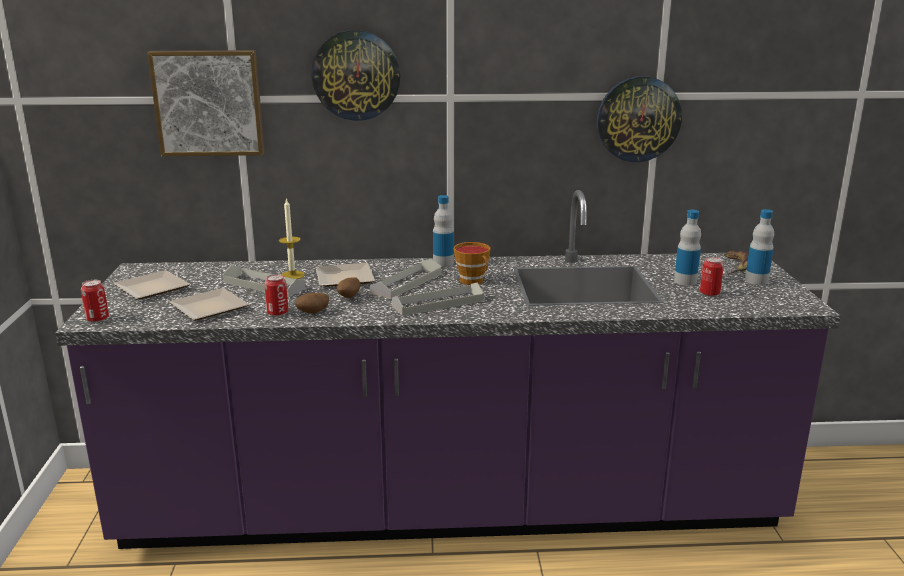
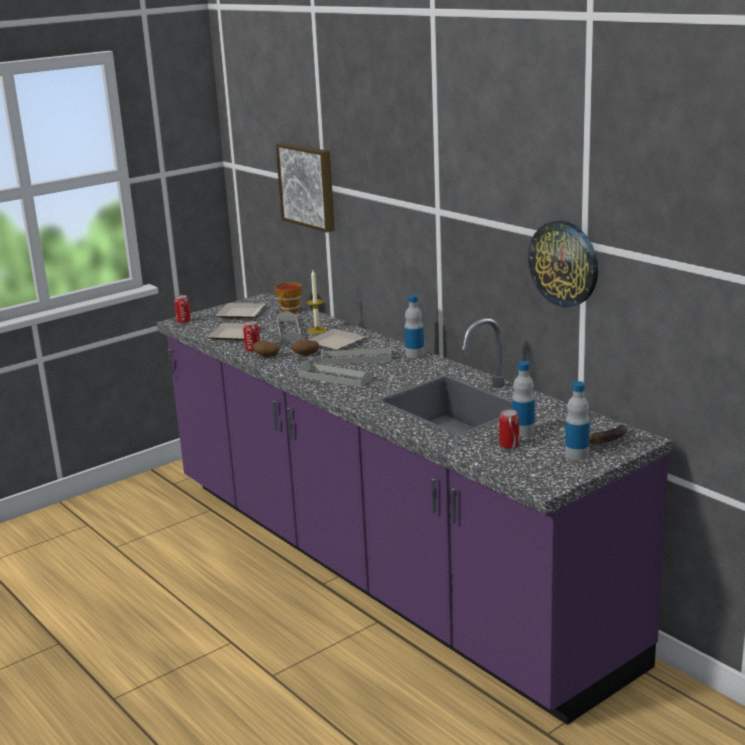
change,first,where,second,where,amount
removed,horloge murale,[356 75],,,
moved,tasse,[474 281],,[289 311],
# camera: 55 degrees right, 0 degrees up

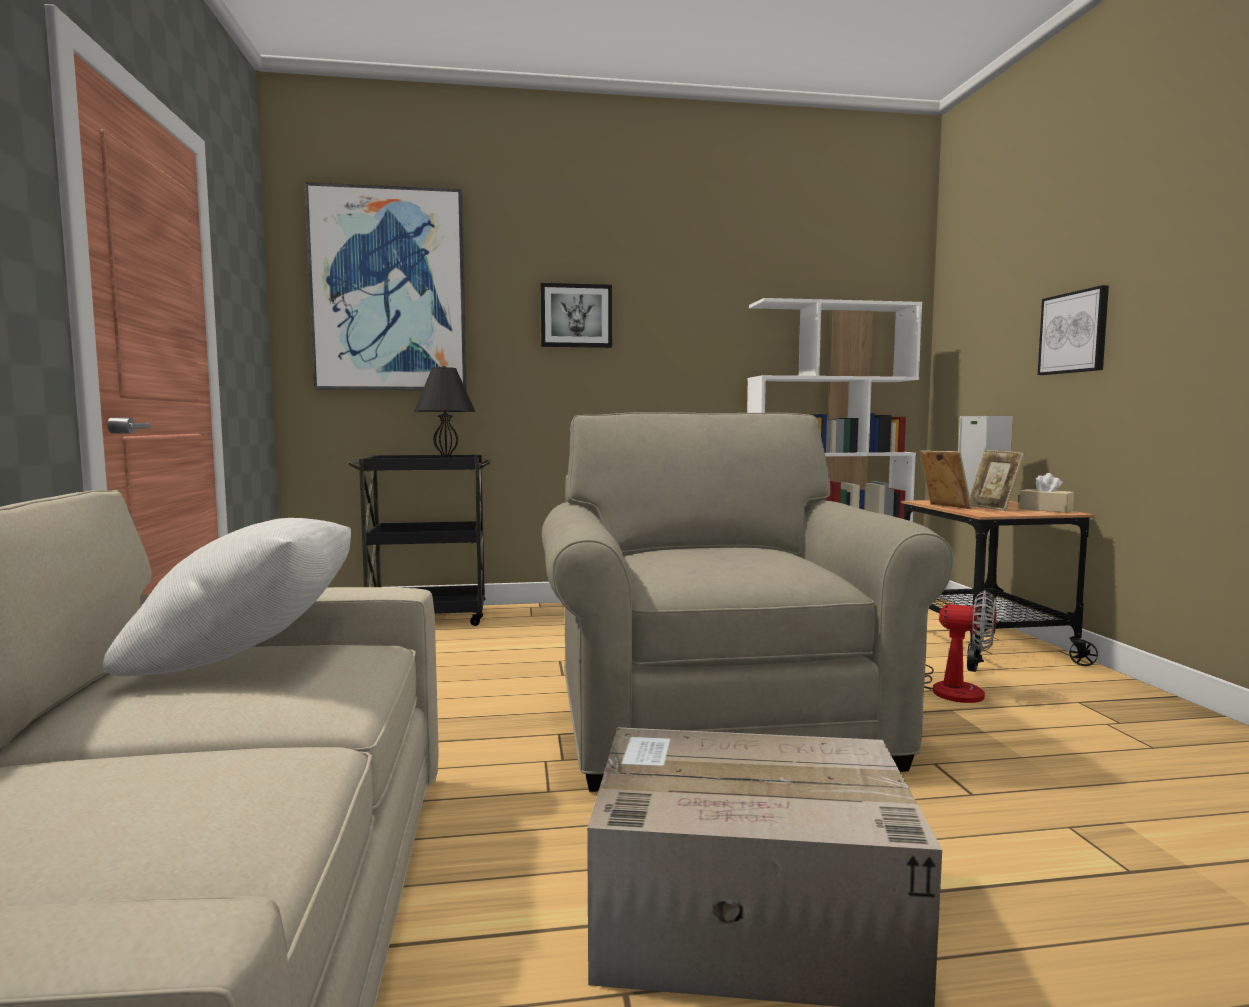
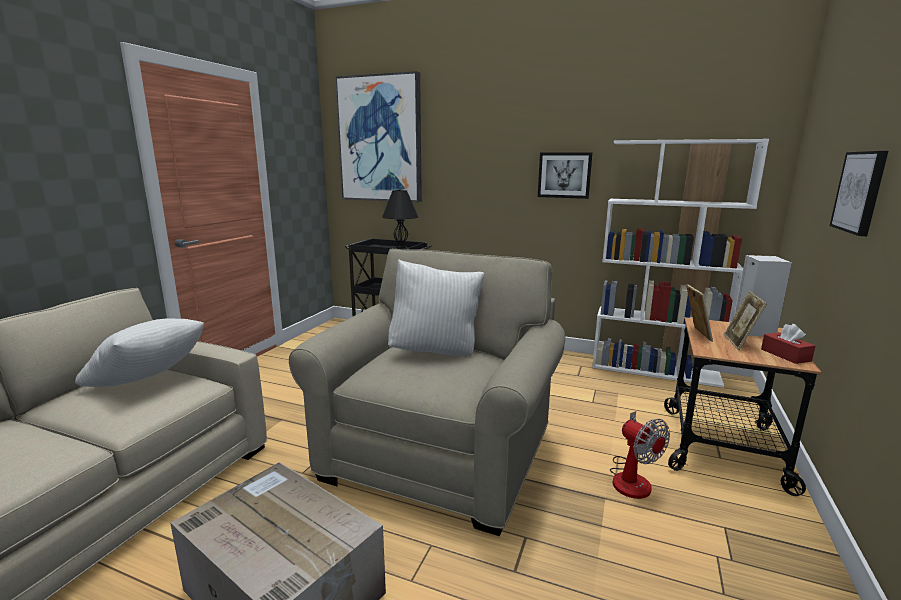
change,first,where,second,where,amount
moved,tableau,[576 316],,[564 175],
recoloured,boîte à mouchoirs/beige,[1045 510],boîte à mouchoirs/rouge,[785 355],
added,,,coussin/blanc,[436 351],
# camera: 30 degrees right, 10 degrees up

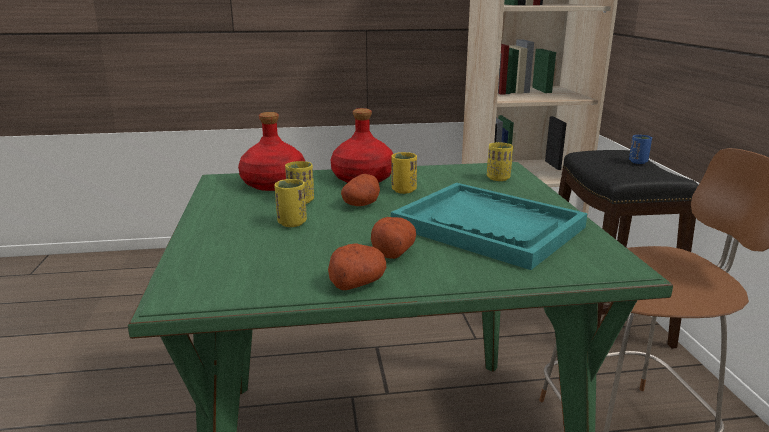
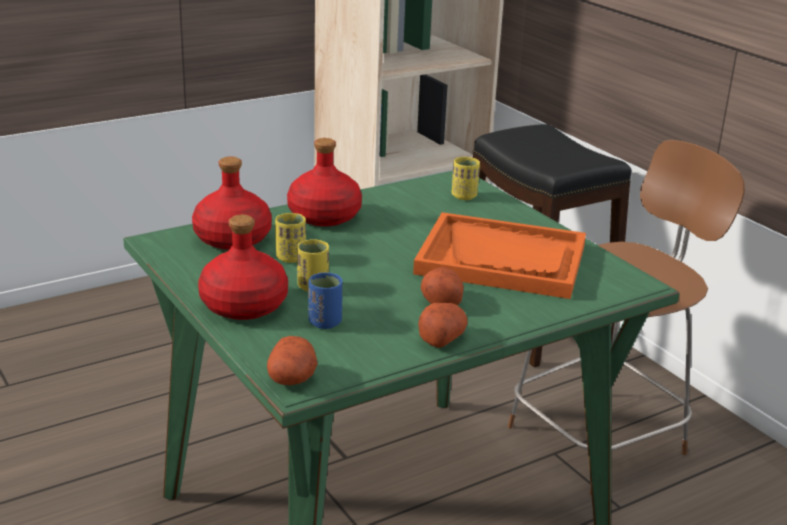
change,first,where,second,where,amount
moved,pomme de terre,[361 204],,[292 378],
removed,tasse/jaune,[403 190],,,
recoloured,plateau/turquoise,[488 227],plateau/orange,[502 259],
moved,tasse/bleu,[638 162],,[325 322],
added,,,bouteille/rouge,[244 306],
# camera: 25 degrees left, 5 degrees up

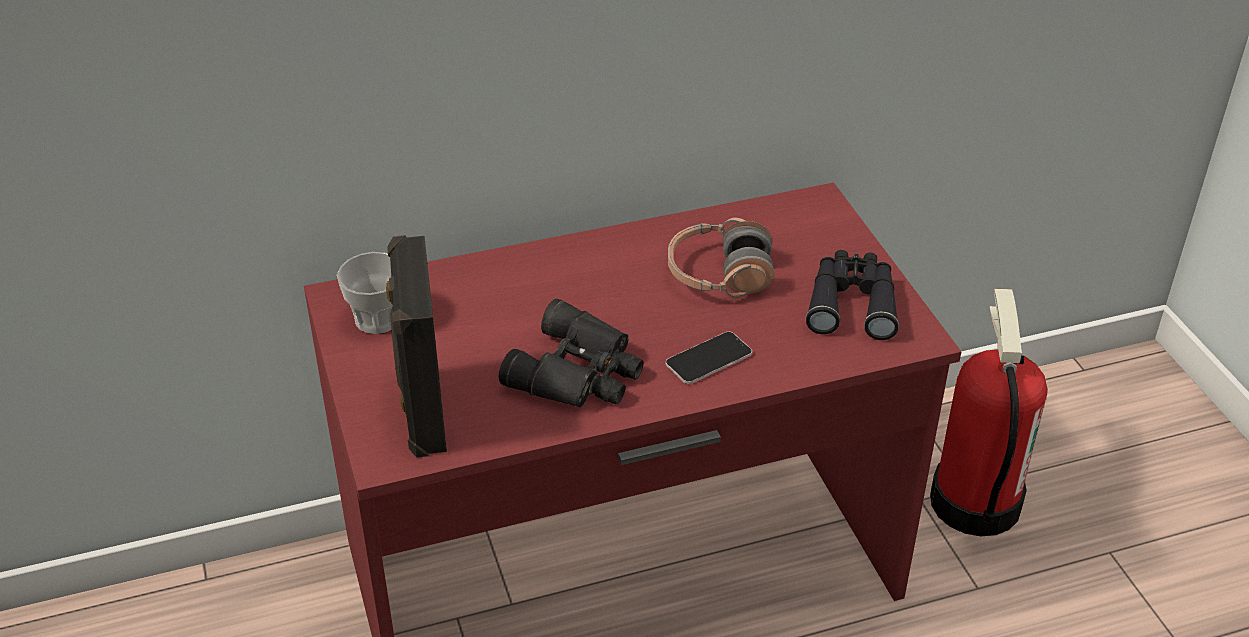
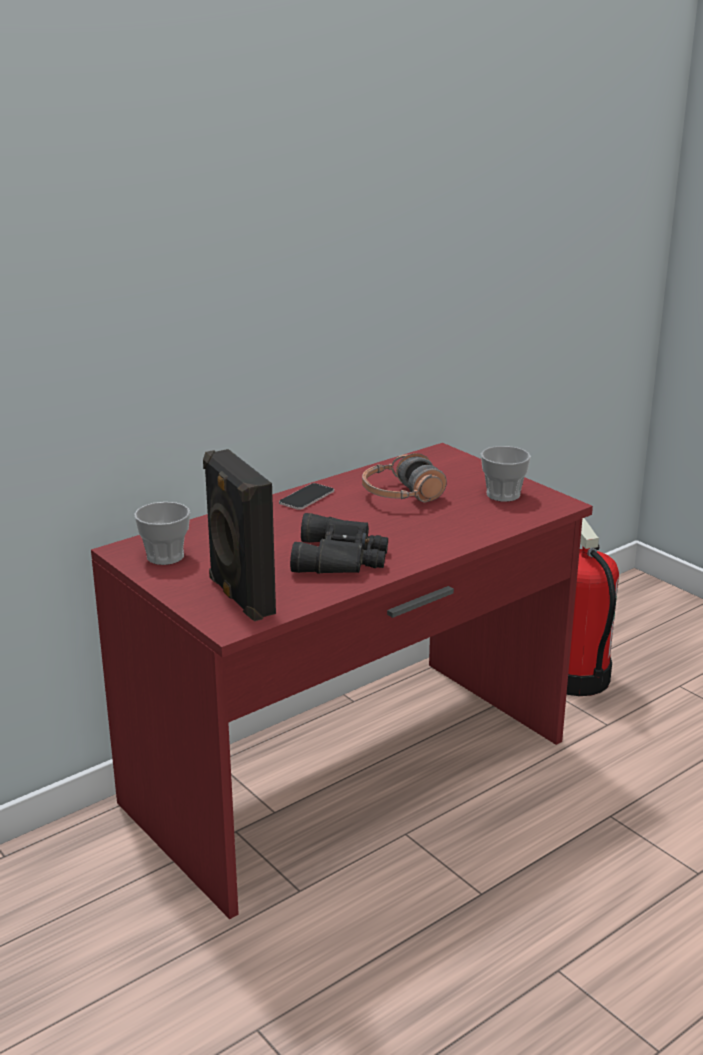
change,first,where,second,where,amount
moved,téléphone,[708 359],,[306 497],
replaced,jumelles/noir,[852 303],tasse,[503 495],
# camera: 20 degrees left, 15 degrees down

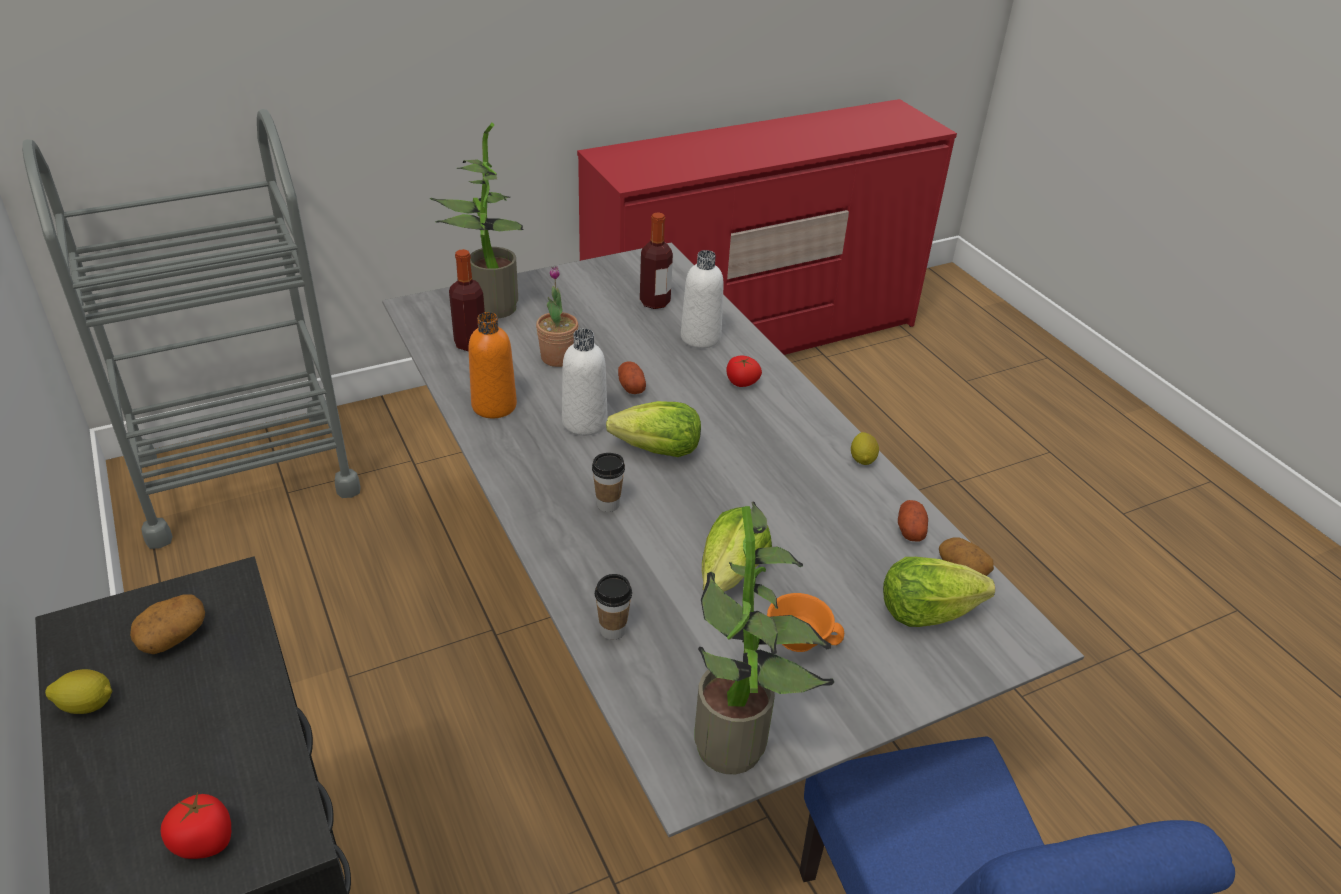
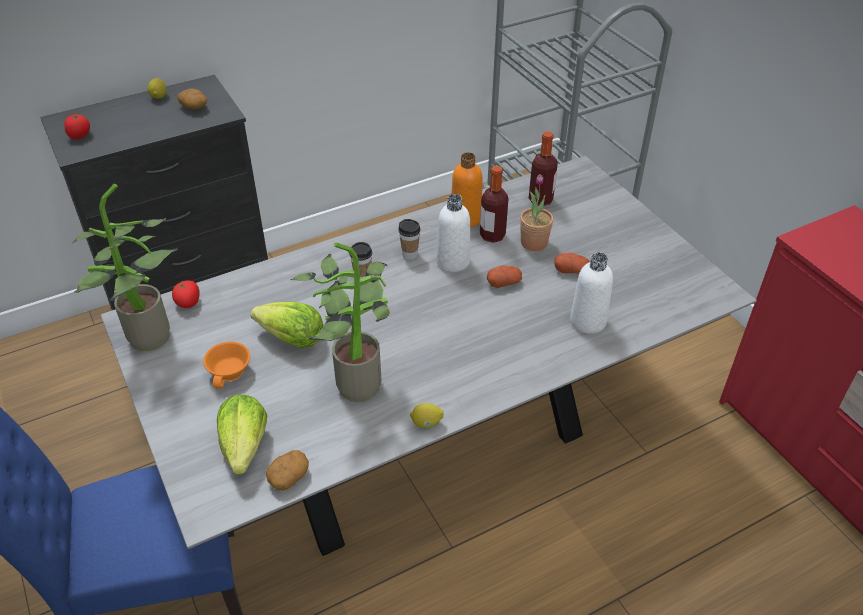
change,first,where,second,where,amount
moved,plante en pot,[488 308],,[357 381],
moved,tasse,[613 630],,[410 254],
removed,laitue,[658 451],,,
moved,bouteille,[655 302],,[492 235],
moved,tomate,[741 383],,[188 303],
moved,pomme de terre,[910 530],,[571 270],
# camera: 90 degrees right, 5 degrees up

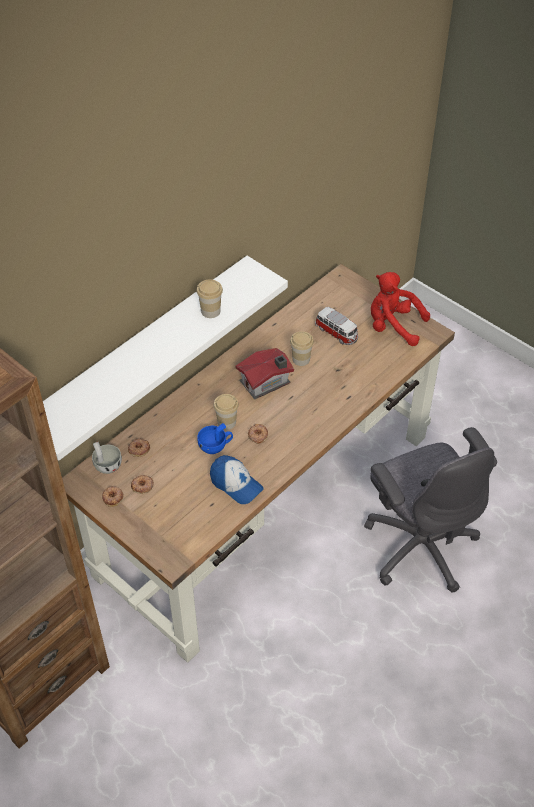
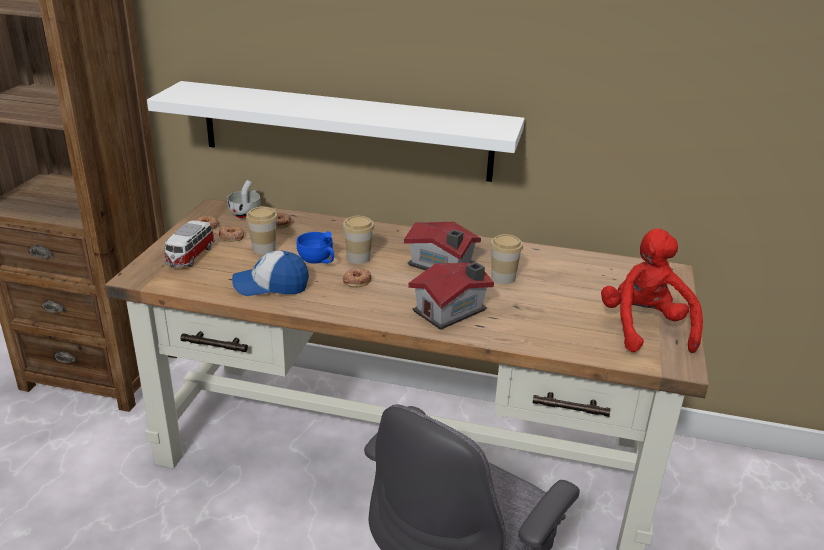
change,first,where,second,where,amount
moved,tasse,[210 311],,[264 249],
turned,casquette,[236 484],,[271 285],75 degrees clockwise
moved,petite voiture,[337 333],,[190 256],
added,,,maison miniature,[452 311],
# camera: 60 degrees right, 20 degrees down

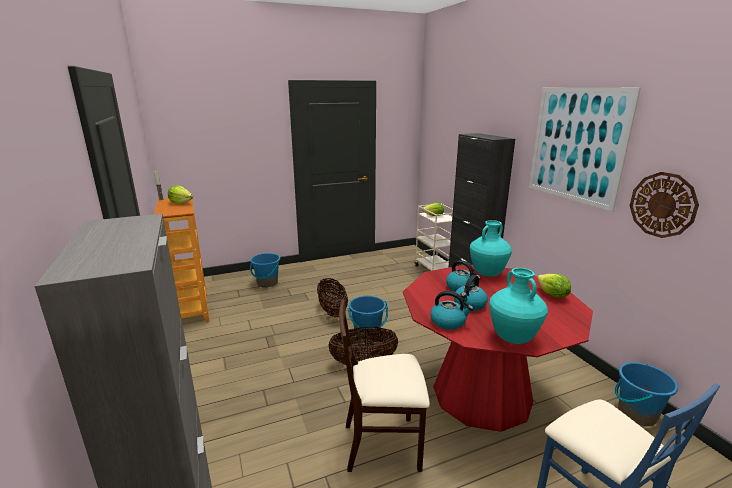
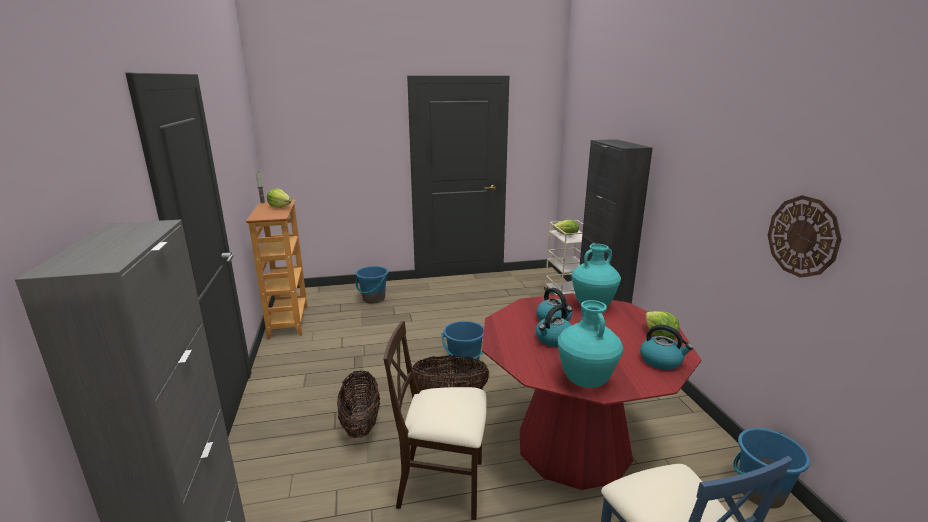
change,first,where,second,where,amount
moved,panier,[332 311],,[360 423],
moved,bouilloire,[448 322],,[661 361],
removed,tableau,[576 145],,,
# camera: 10 degrees right, 0 degrees up

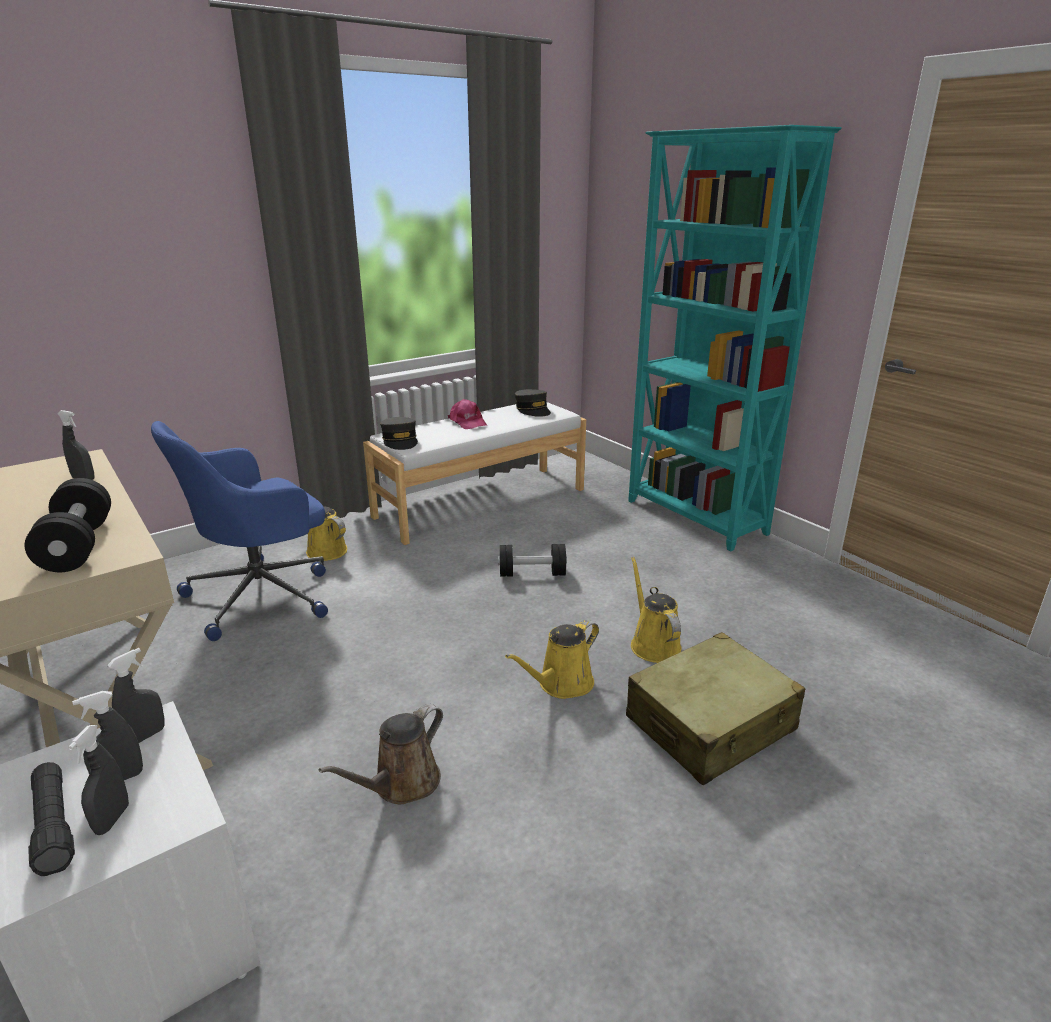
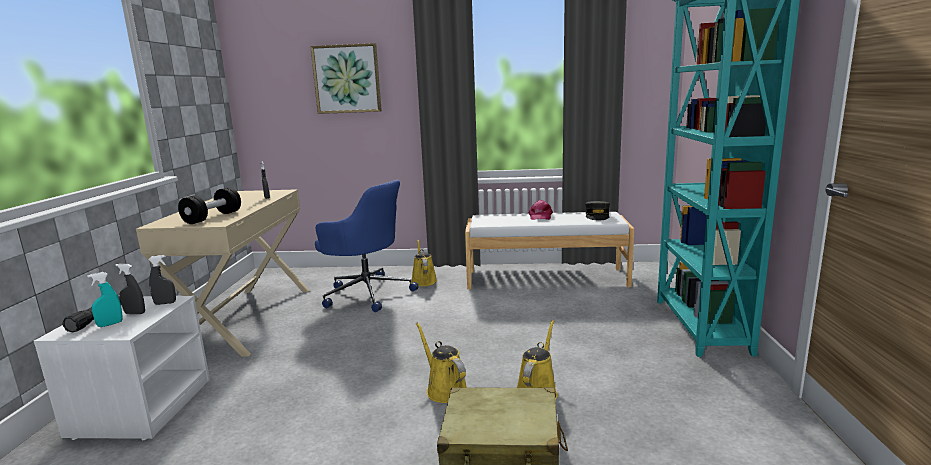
change,first,where,second,where,amount
recoloured,vaporisateur/gris,[112 819],vaporisateur/turquoise,[110 324],
turned,chaise de bureau/bleu,[263 595],,[367 293],150 degrees counterclockwise
removed,arrosoir/marron,[401 784],,,
removed,casquette/gris,[400 441],,,
removed,haltère/noir,[532 573],,,
turned,arrosoir/jaune,[561 684],,[444 389],60 degrees clockwise
added,,,tableau,[347 79],
# camera: 40 degrees right, 10 degrees down

